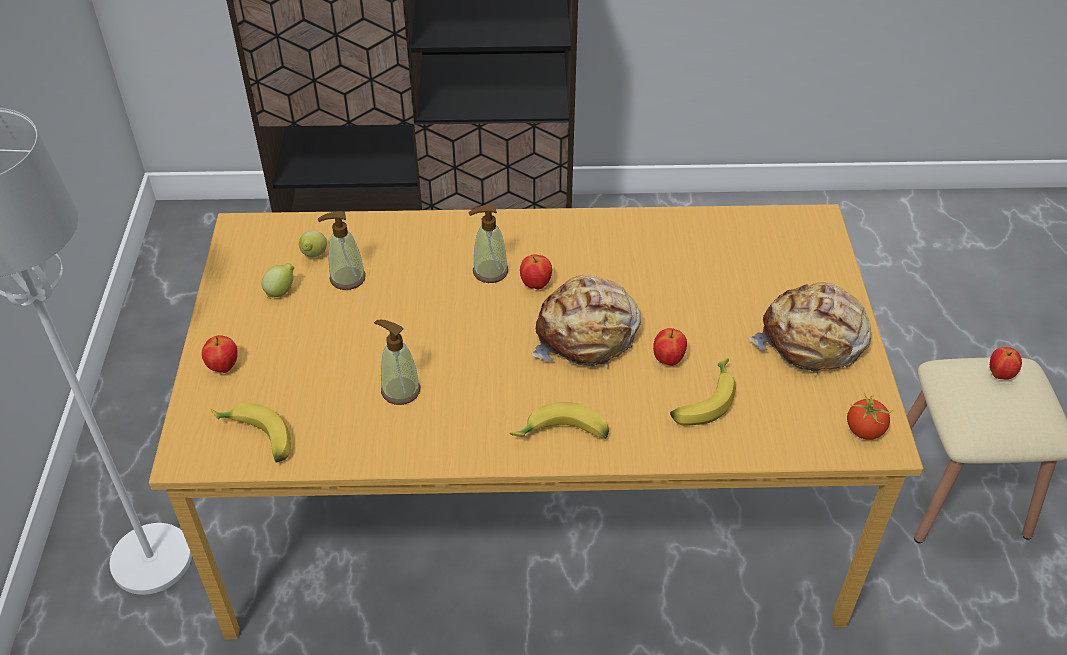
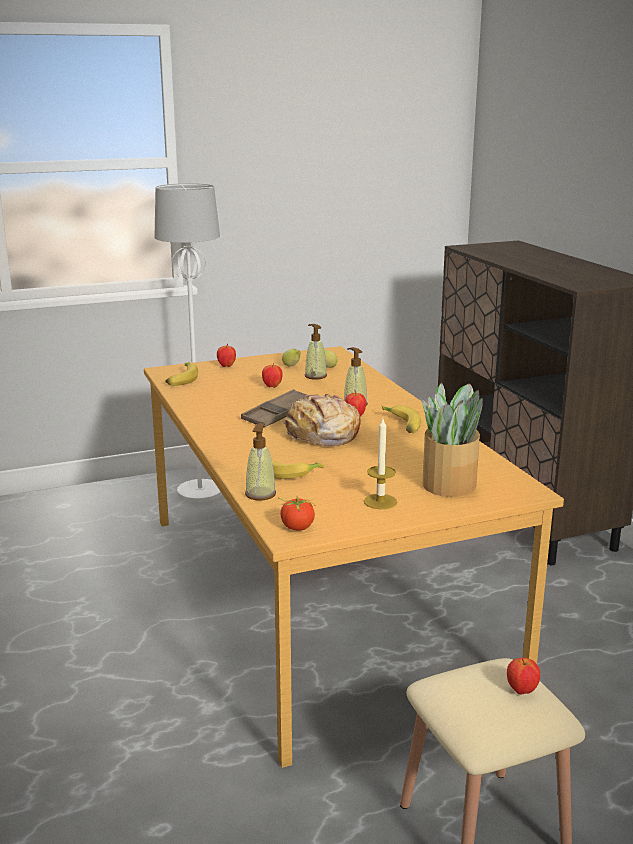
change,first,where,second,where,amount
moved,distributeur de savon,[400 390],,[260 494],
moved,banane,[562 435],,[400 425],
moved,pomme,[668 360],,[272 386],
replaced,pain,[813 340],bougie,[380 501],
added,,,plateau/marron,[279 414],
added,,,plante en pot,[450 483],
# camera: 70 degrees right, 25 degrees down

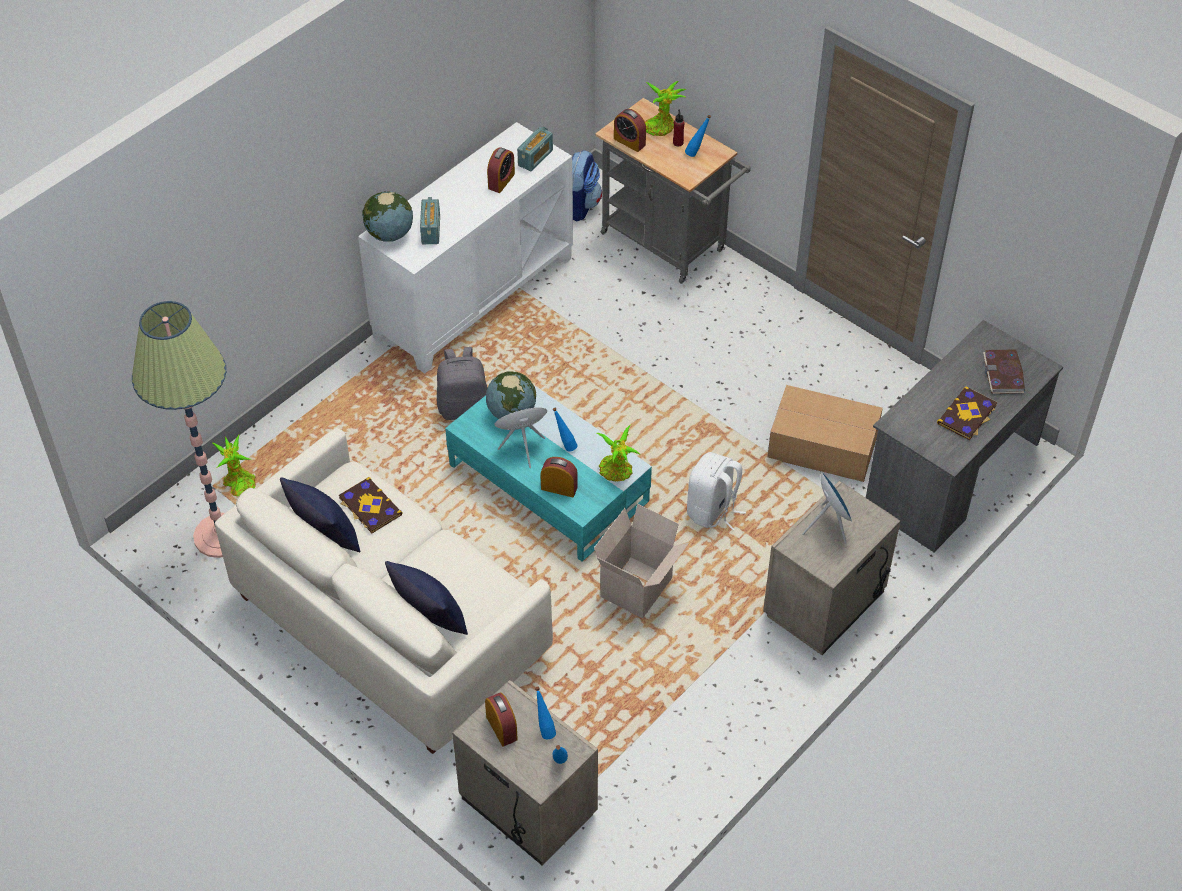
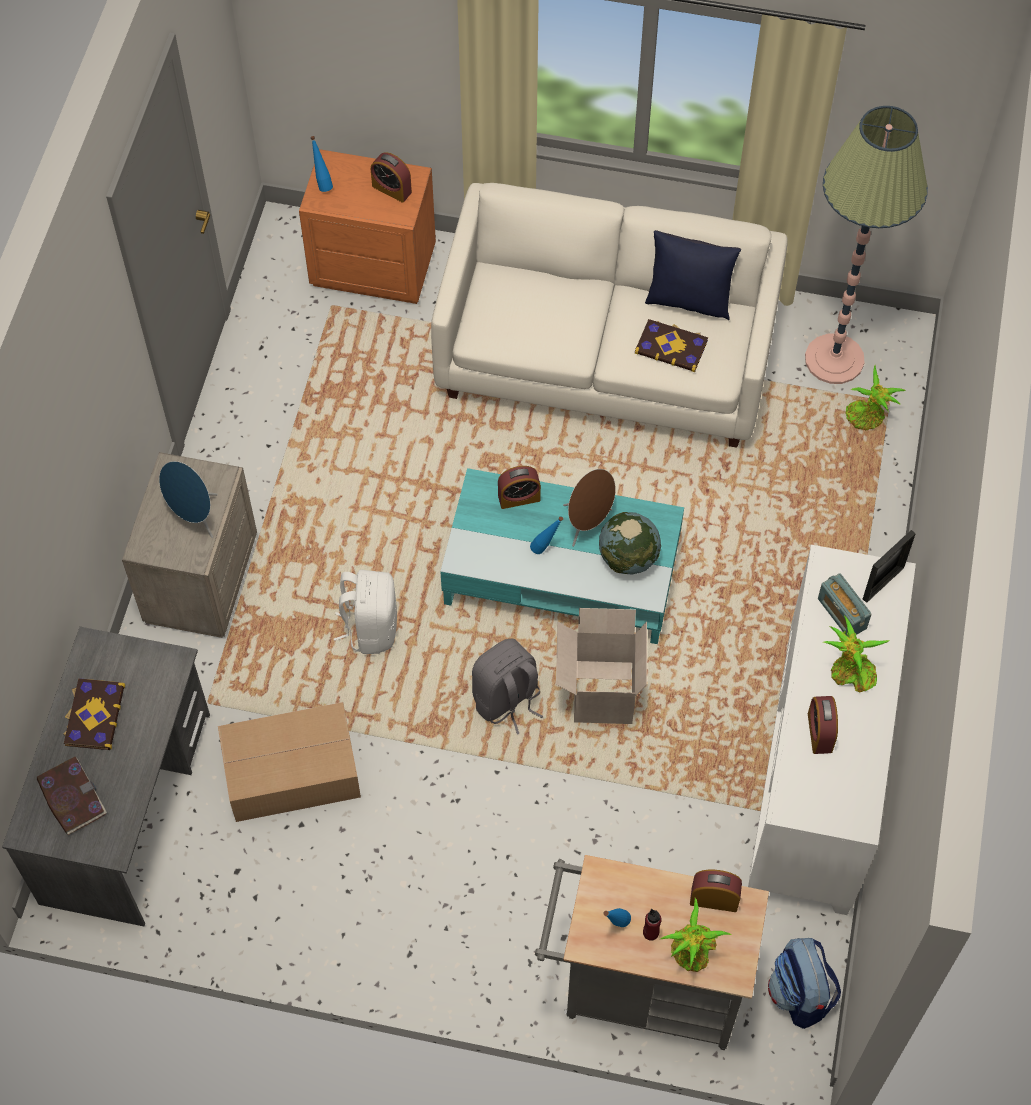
change,first,where,second,where,amount
replaced,globe,[389 234],cadre photo,[883 583],
removed,coussin/bleu,[429 620],,,
moved,sac à dos/gris,[464 407],,[507 701],
recoloured,table de chevet/beige,[526 806],table de chevet/orange,[373 265],
removed,radio,[535 158],,,
removed,bouteille/bleu,[544 729],,,
moved,carton,[637 589],,[600 691],
moved,plante en pot,[617 472],,[850 673],
# camera: 150 degrees right, 10 degrees up

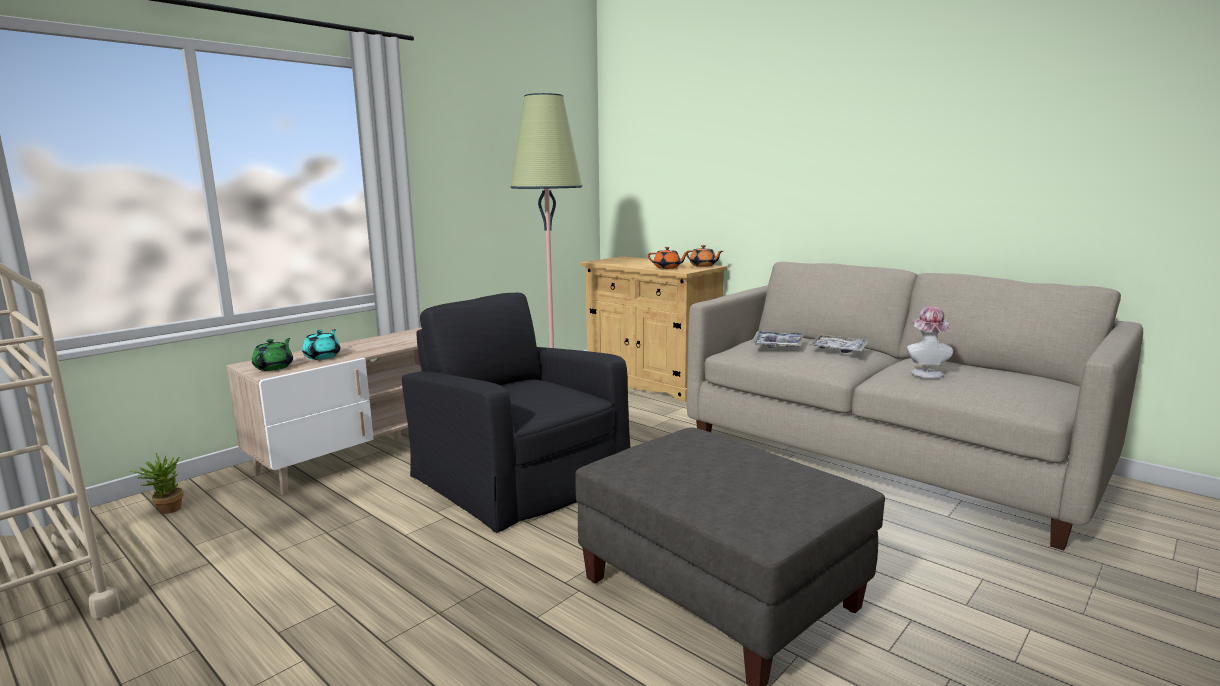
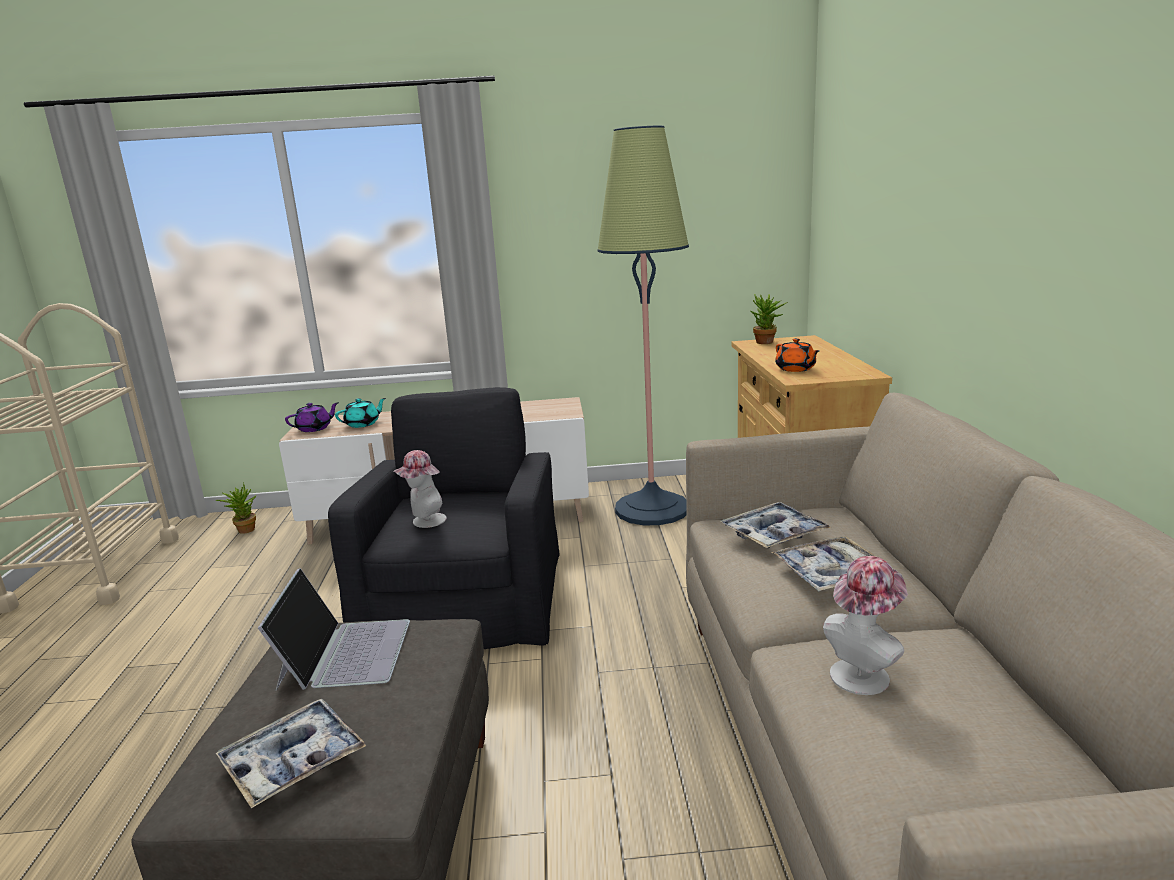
change,first,where,second,where,amount
recoloured,théière/vert,[274 367],théière/violet,[315 428],
removed,théière/orange,[703 266],,,
added,,,plateau,[293 761],
added,,,ordinateur portable,[344 652],
added,,,chapeau,[425 522],
added,,,plante en pot,[767 343],
# camera: 45 degrees right, 5 degrees up

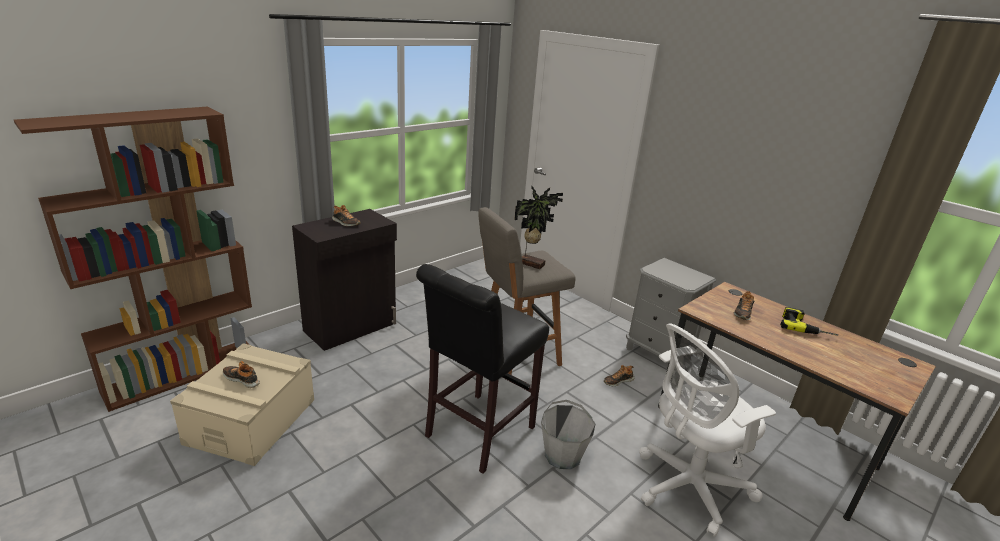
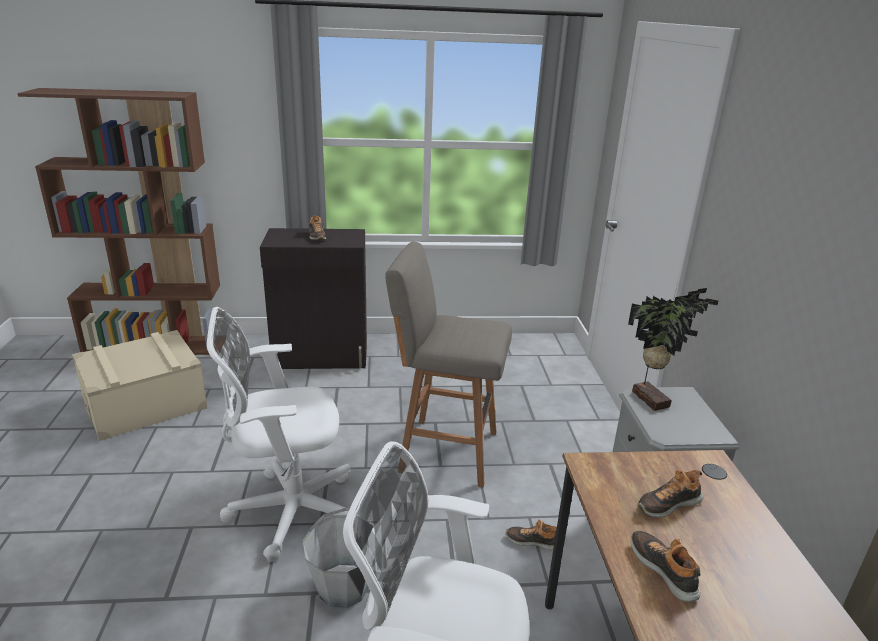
change,first,where,second,where,amount
moved,chaussure,[242 379],,[664 569],
replaced,tabouret/noir,[476 434],chaise de bureau/blanc,[289 511],
moved,plante en pot,[532 263],,[652 398],
removed,perceuse,[805 327],,,
# camera: 40 degrees right, 0 degrees up

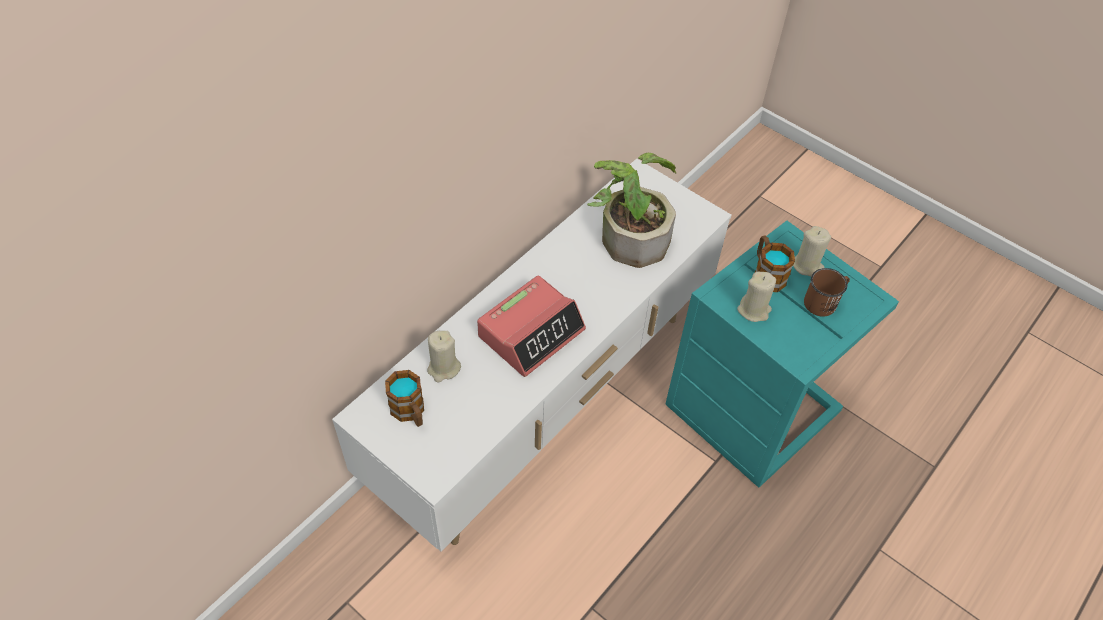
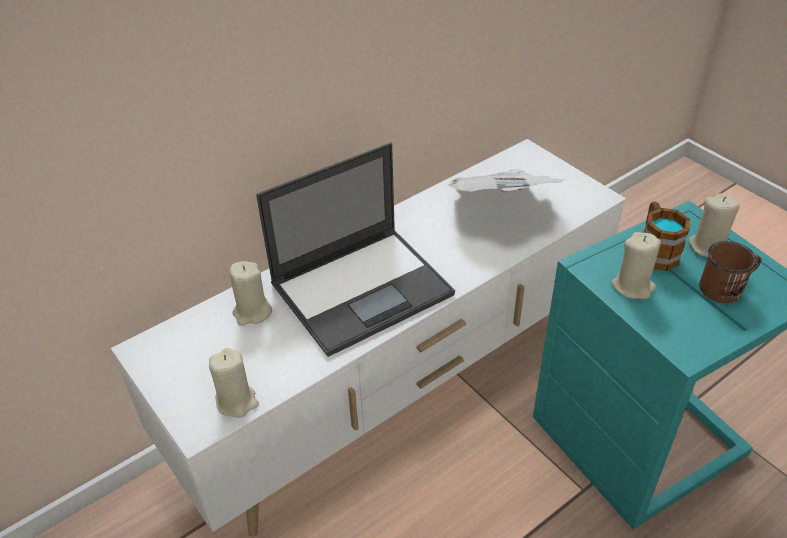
change,first,where,second,where,amount
removed,mug,[410 412],,,
replaced,réveil,[531 332],ordinateur portable,[363 288],
replaced,plante en pot,[630 234],journal,[502 205],
added,,,bougie/beige,[237 401],
# camera: 15 degrees right, 10 degrees down

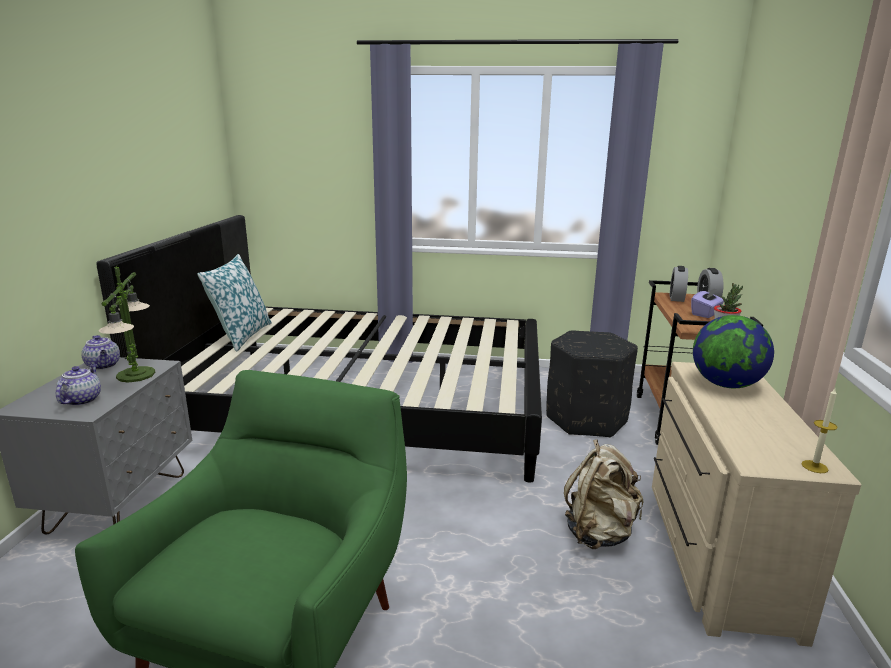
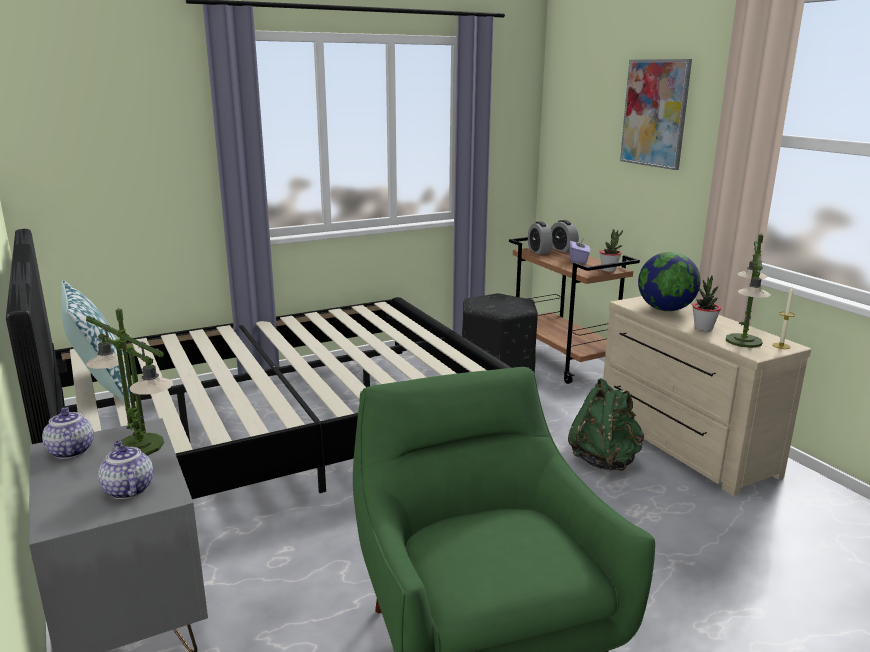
change,first,where,second,where,amount
turned,théière,[104 366],,[70 451],135 degrees counterclockwise
recoloured,sac à dos/beige,[600 533],sac à dos/vert,[605 460],
added,,,tableau,[655 113],
added,,,plante en pot,[703 328],
added,,,lampe de table,[743 341],
# camera: 35 degrees left, 0 degrees up

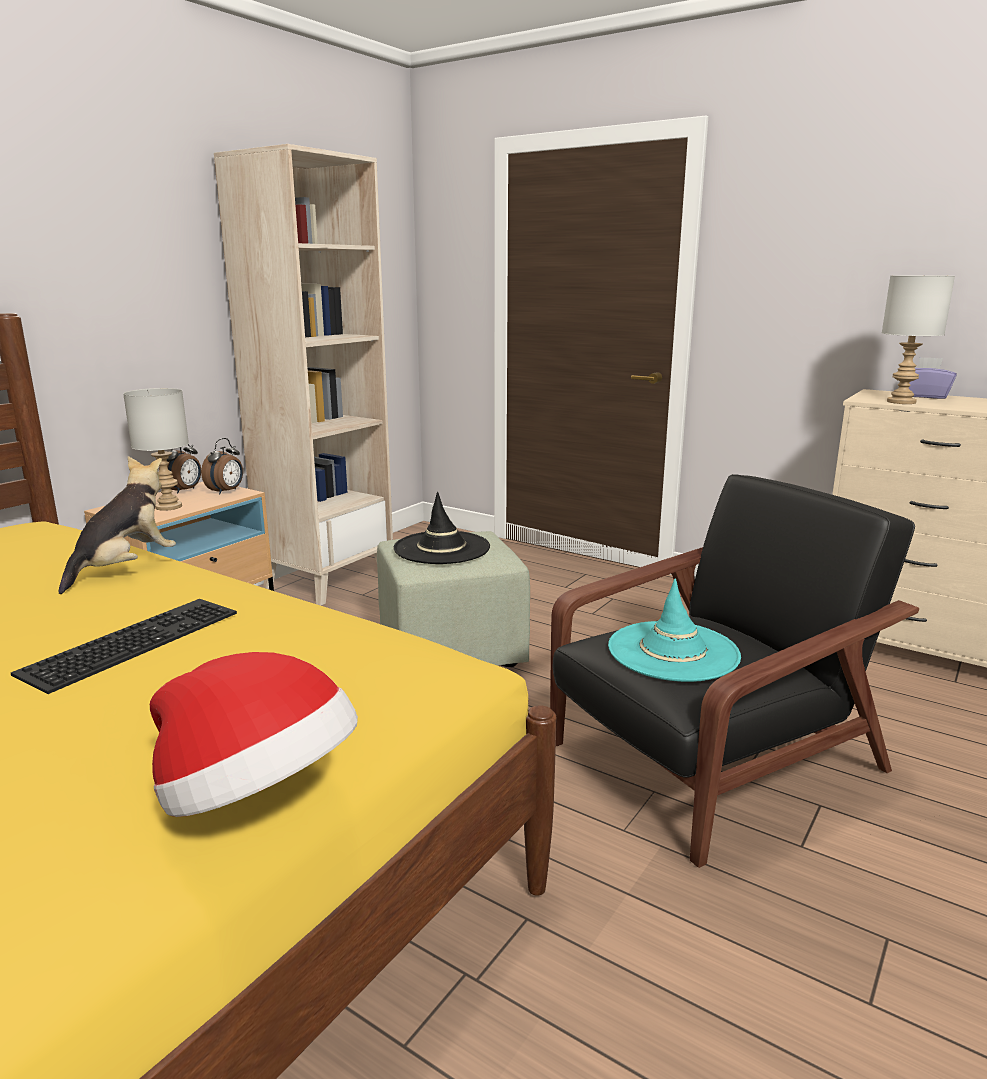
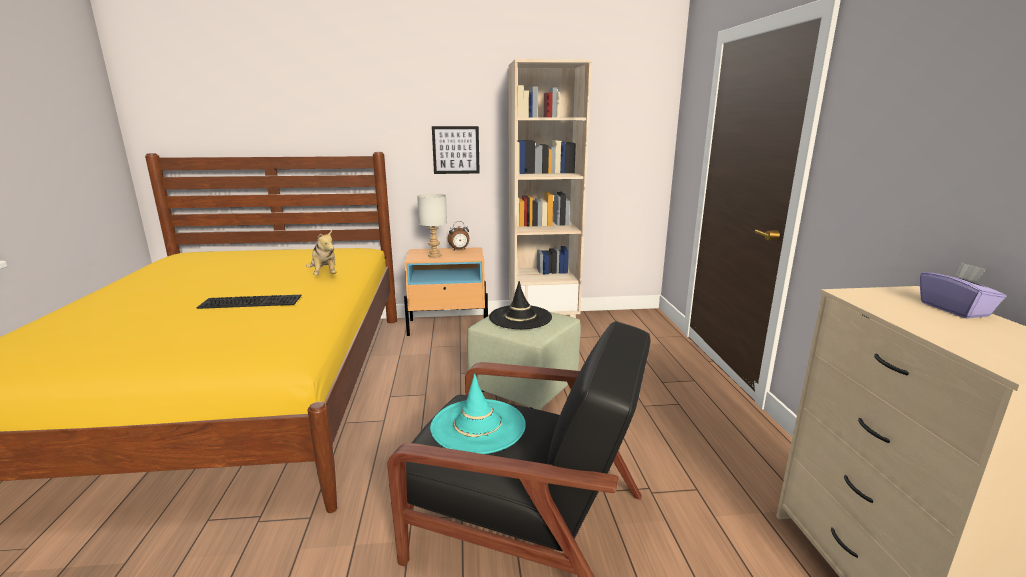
change,first,where,second,where,amount
turned,peluche,[125 568],,[325 275],75 degrees clockwise
removed,chapeau,[257 797],,,
removed,réveil,[226 491],,,
removed,lampe de table/gris,[900 402],,,
added,,,tableau,[456 150],
# camera: 50 degrees right, 0 degrees up

